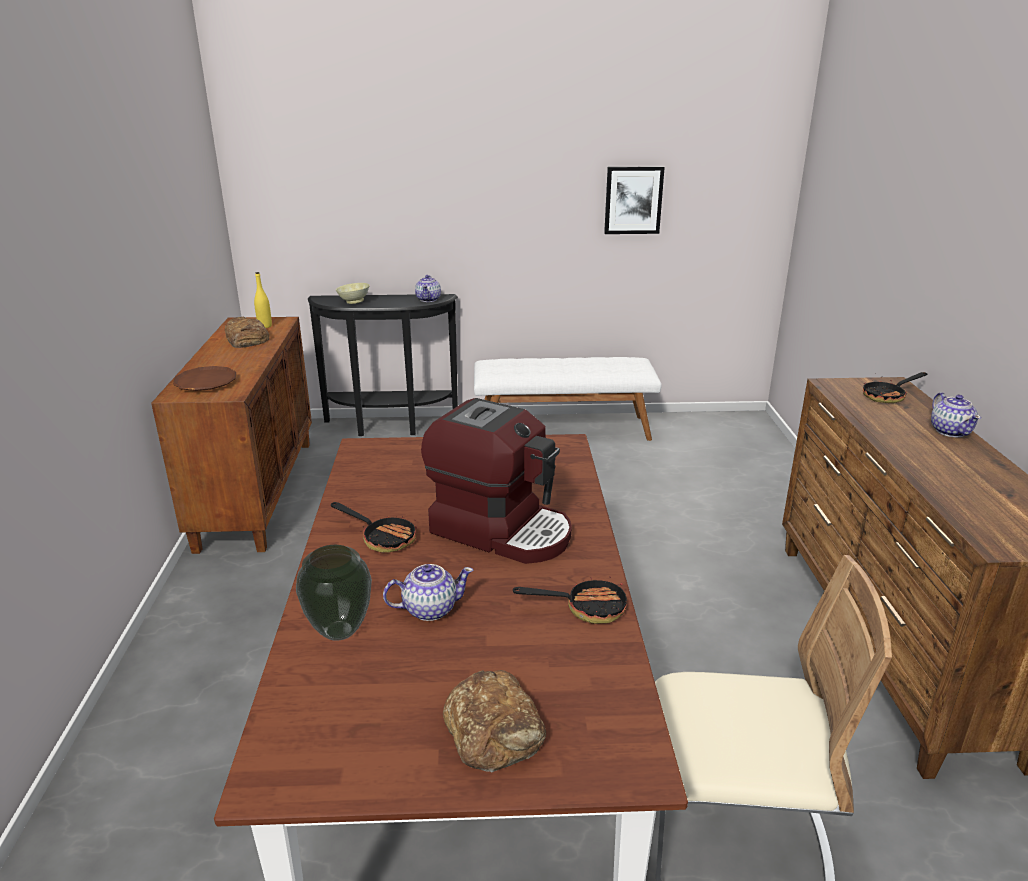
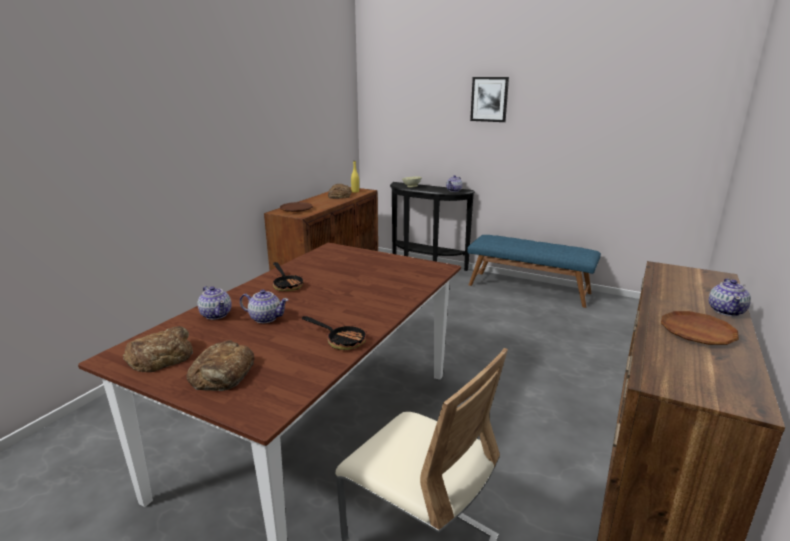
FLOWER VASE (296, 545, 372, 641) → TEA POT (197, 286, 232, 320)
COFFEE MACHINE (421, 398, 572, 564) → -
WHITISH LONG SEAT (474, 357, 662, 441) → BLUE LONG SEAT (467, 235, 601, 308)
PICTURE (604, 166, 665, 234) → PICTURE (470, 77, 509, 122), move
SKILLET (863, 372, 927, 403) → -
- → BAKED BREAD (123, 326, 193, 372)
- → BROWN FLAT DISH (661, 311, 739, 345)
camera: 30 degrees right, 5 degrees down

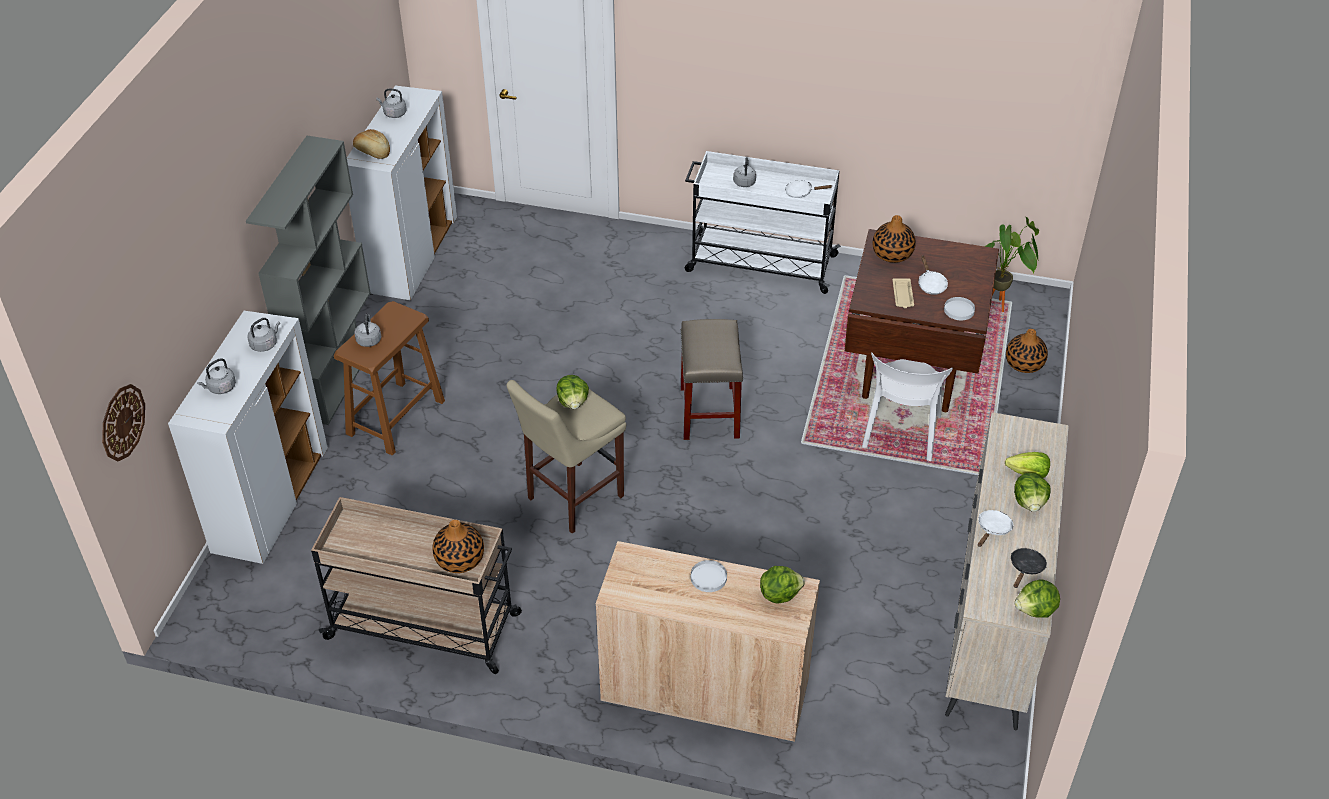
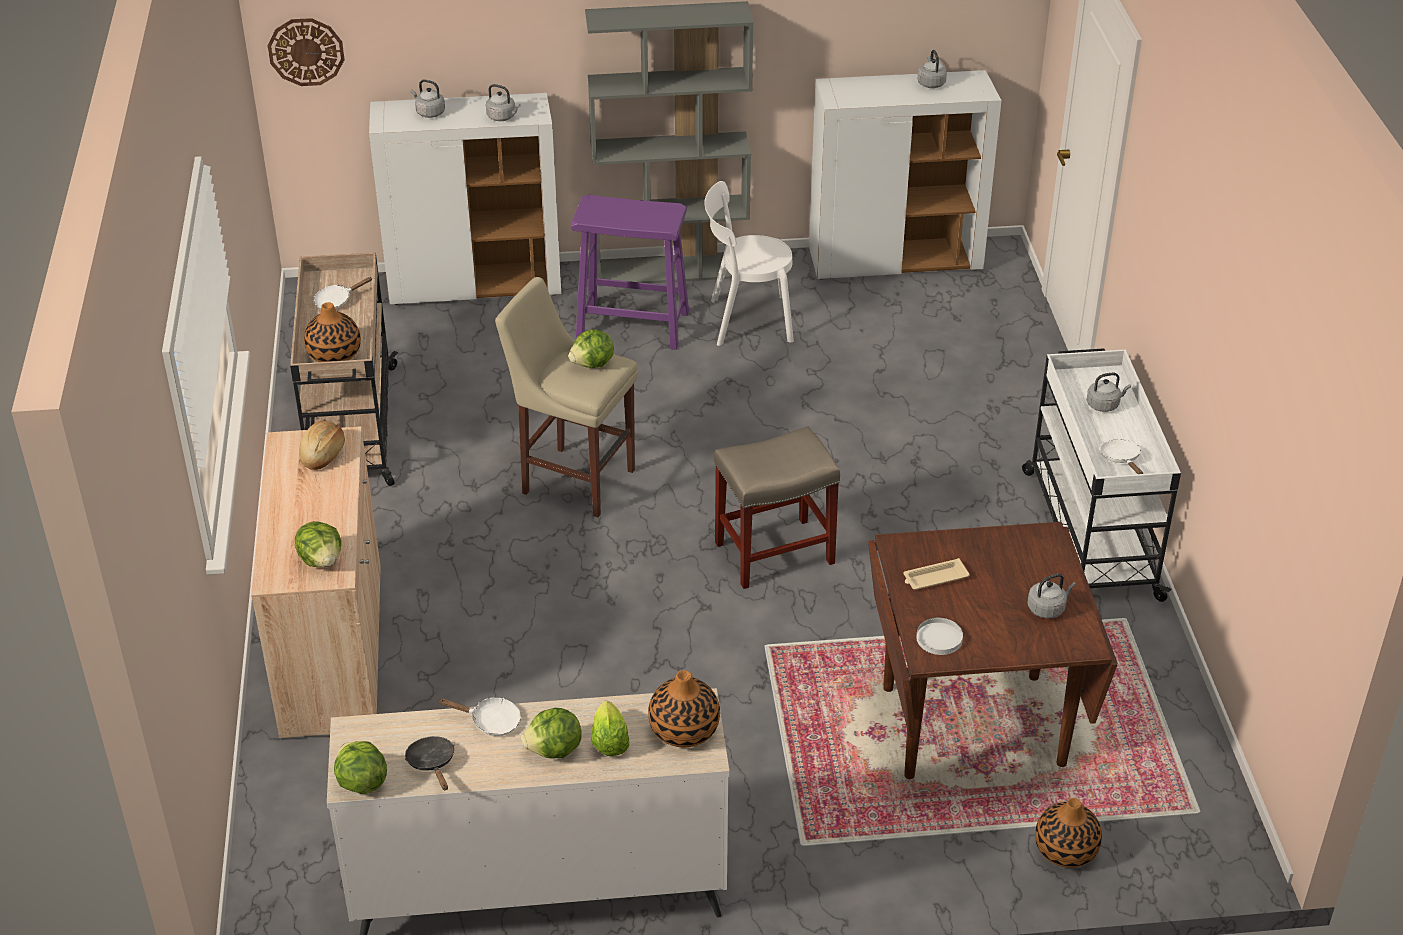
BROWN STOOL (334, 301, 445, 455) → PURPLISH STOOL (571, 195, 689, 350)
BAKED BREAD (353, 129, 390, 159) → BAKED BREAD (299, 421, 345, 470), move
GREY TEA KETTLE (354, 313, 381, 347) → GREY TEA KETTLE (1027, 573, 1076, 618), move
WHITISH FLAT DISH (691, 560, 727, 592) → -
WHITISH PLAIN CHAIR (862, 352, 953, 461) → WHITISH PLAIN CHAIR (704, 181, 794, 346), move
FLOWER VASE (873, 215, 916, 263) → FLOWER VASE (648, 670, 720, 747), move
WHITISH SKILLET (918, 255, 948, 295) → WHITISH SKILLET (314, 277, 373, 309), move
POTTED PLANT (985, 217, 1039, 312) → -
BLACK-COLOURED SKILLET (1011, 548, 1047, 588) → BLACK-COLOURED SKILLET (405, 736, 454, 790), 120 degrees counterclockwise
camera: 70 degrees right, 5 degrees down

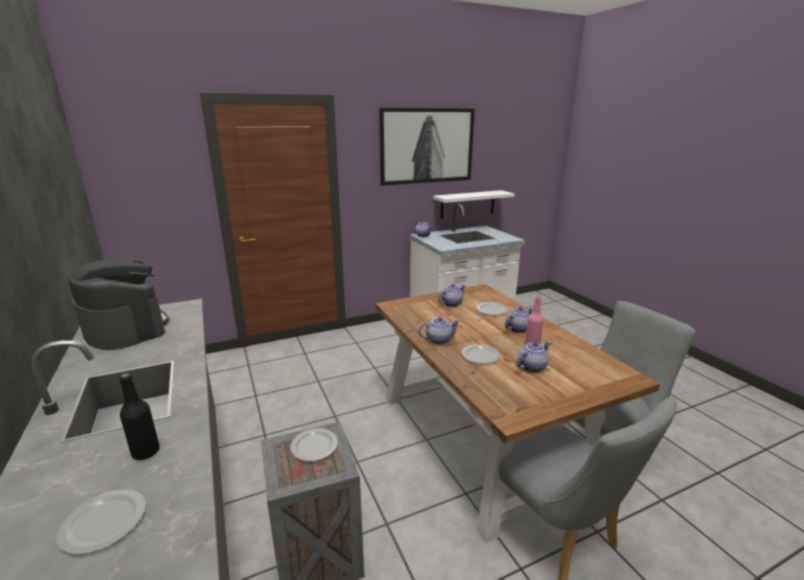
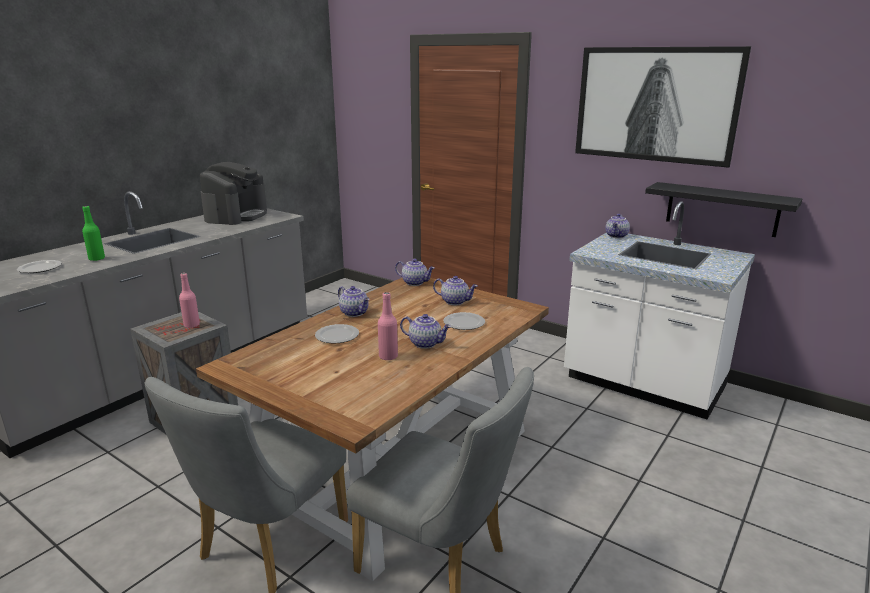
BLACK-COLOURED BEVERAGE BOTTLE (119, 373, 160, 460) → GREEN BEVERAGE BOTTLE (82, 206, 105, 261)
FLAT DISH (290, 428, 338, 462) → PINK-COLOURED BEVERAGE BOTTLE (179, 273, 200, 328)
WHITISH BRACKET SHELF (433, 190, 515, 219) → BLACK-COLOURED BRACKET SHELF (645, 182, 802, 237)
TEA POT (516, 342, 550, 373) → TEA POT (395, 259, 434, 286), move
camera: 60 degrees right, 0 degrees up

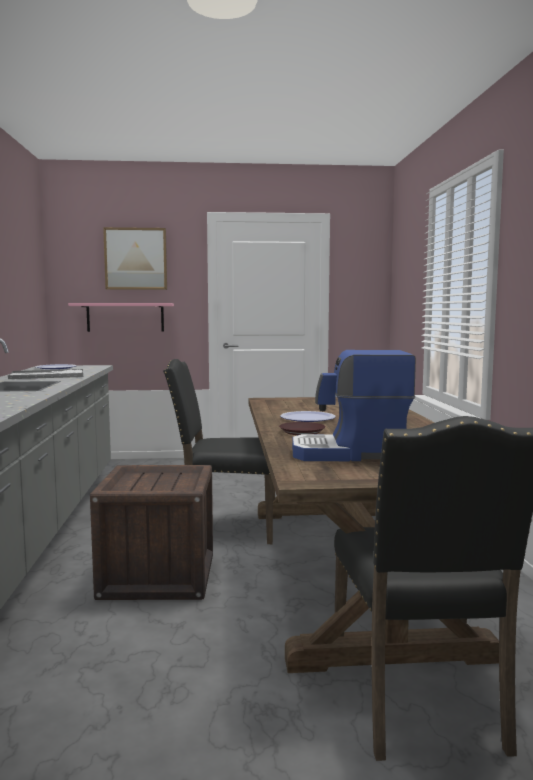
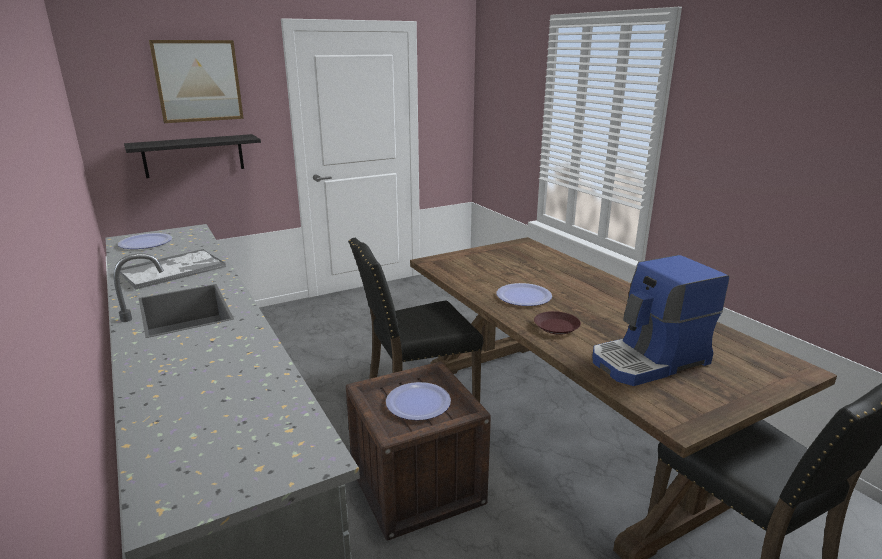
PINK-COLOURED BRACKET SHELF (68, 303, 174, 332) → BLACK-COLOURED BRACKET SHELF (124, 134, 261, 178)
- → FLAT DISH (386, 382, 451, 420)
camera: 25 degrees left, 15 degrees up

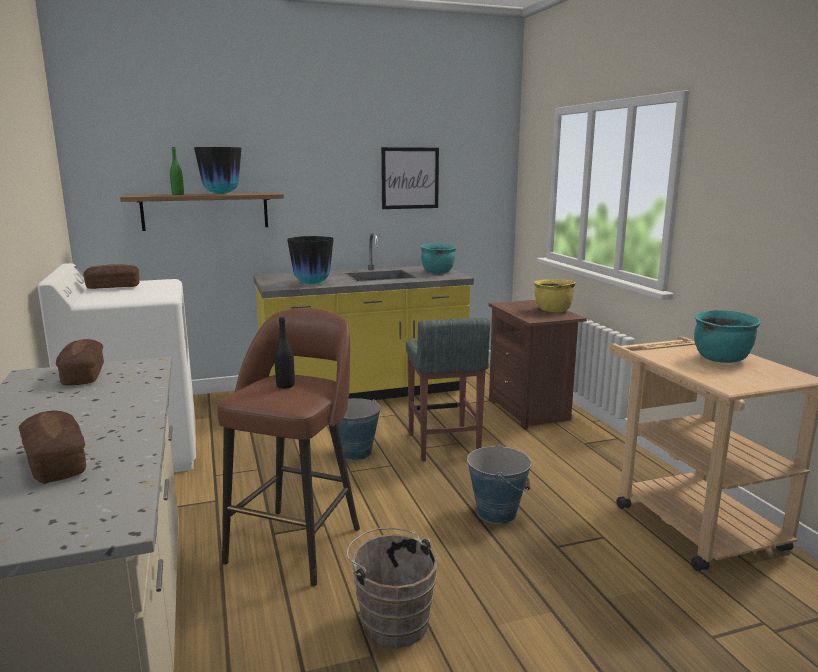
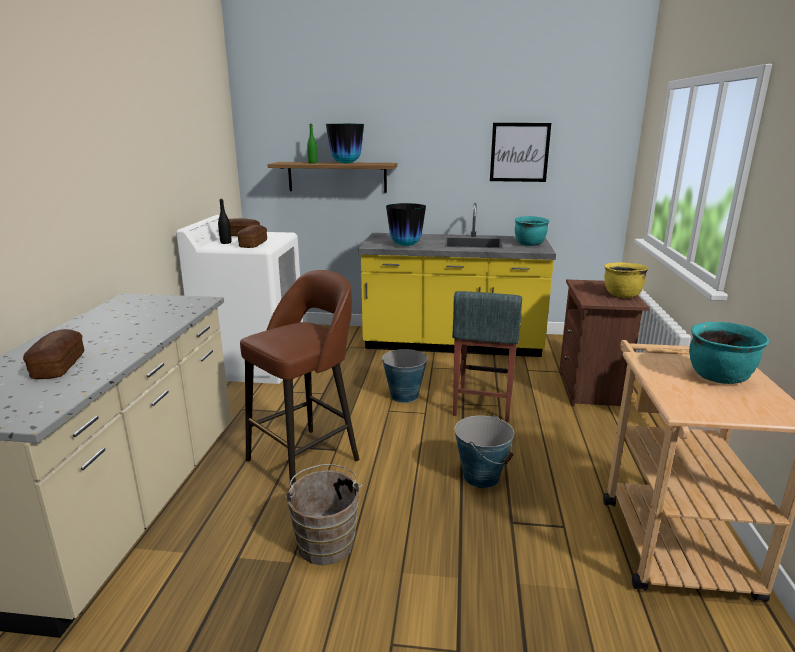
BAKED BREAD (56, 339, 104, 385) → BAKED BREAD (237, 225, 267, 248), move
BLACK-COLOURED BEVERAGE BOTTLE (274, 316, 295, 389) → BLACK-COLOURED BEVERAGE BOTTLE (218, 199, 232, 244), move
camera: 25 degrees right, 5 degrees up

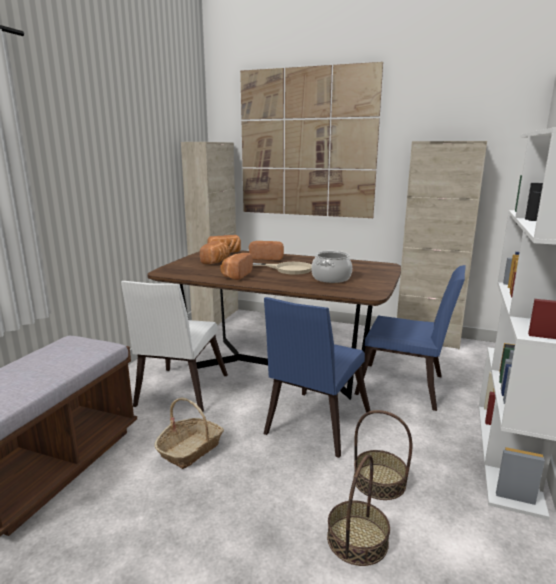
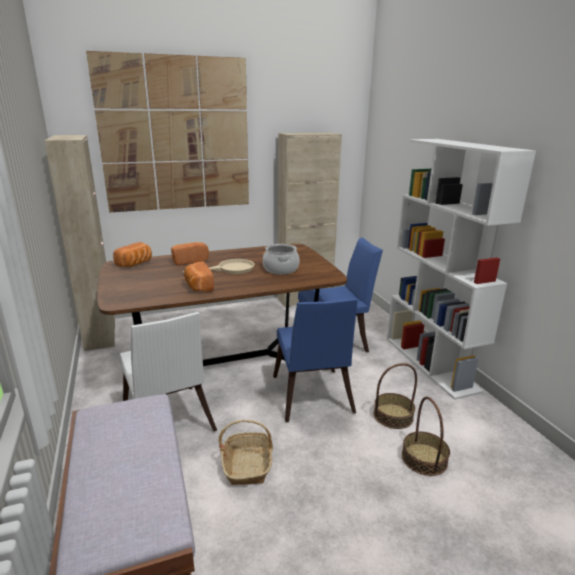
BAKED BREAD (200, 241, 230, 264) → -
camera: 40 degrees left, 5 degrees up

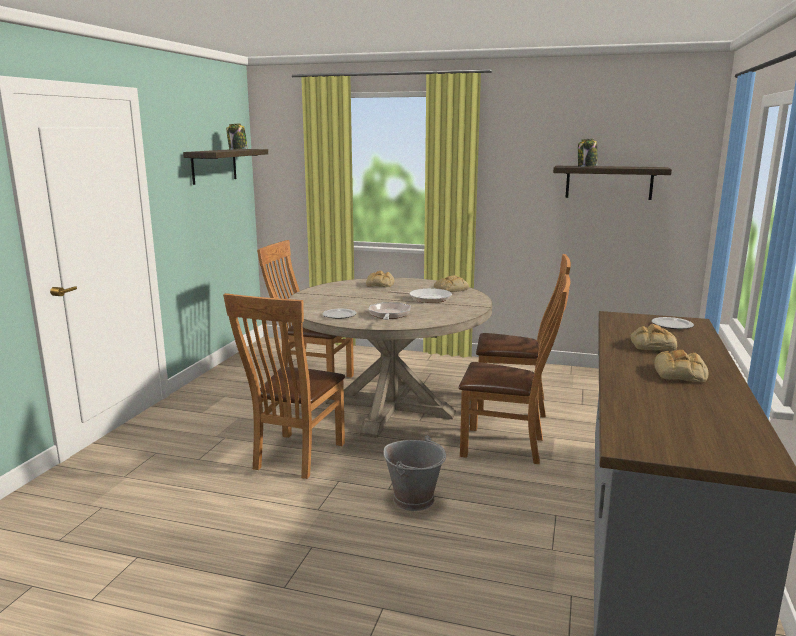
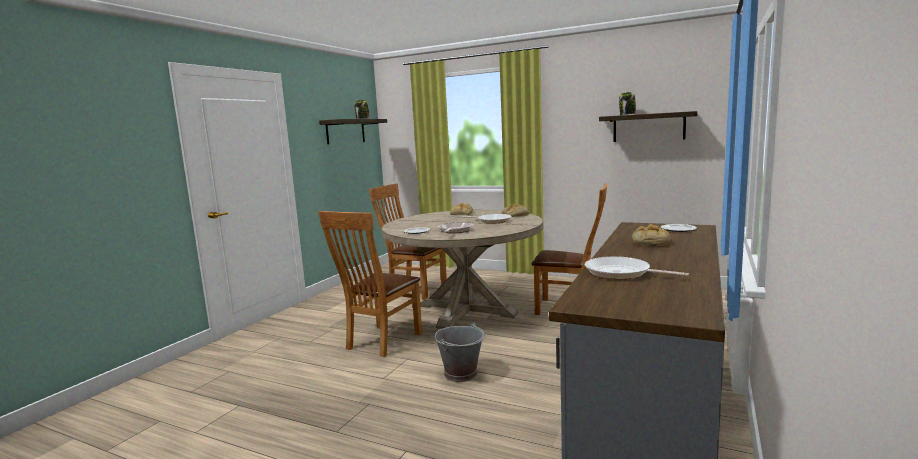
BROWN PLAIN CHAIR (459, 274, 570, 464) → -
BAKED BREAD (654, 350, 709, 382) → -
- → SKILLET (585, 256, 689, 279)
camera: 10 degrees right, 5 degrees down

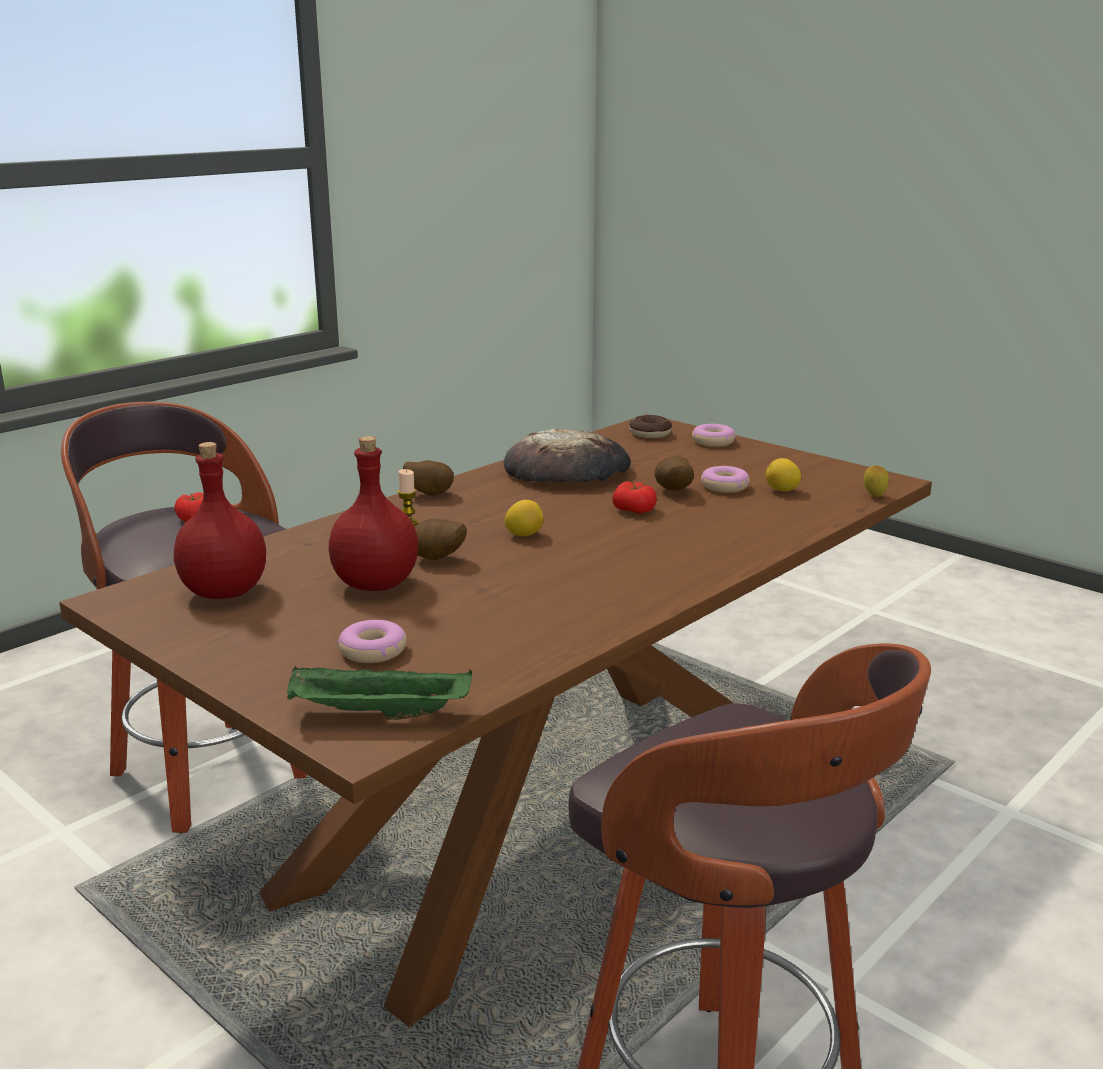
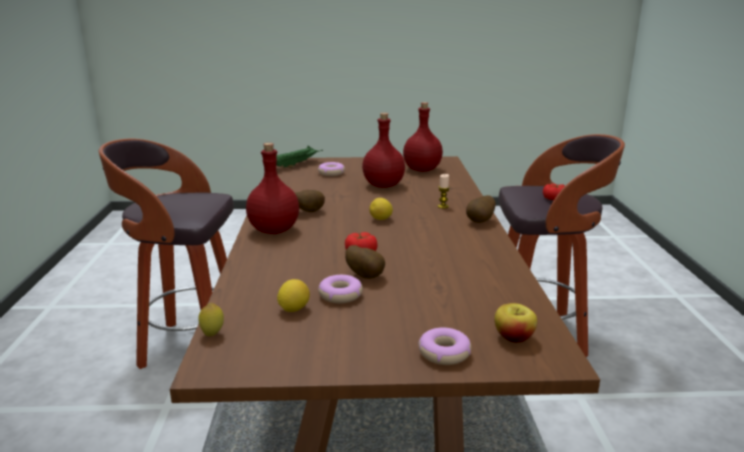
WHOLE POTATO (414, 519, 467, 560) → WHOLE POTATO (294, 190, 325, 212), move
BAKED BREAD (503, 429, 631, 483) → -
RING DOUGHNUT (629, 415, 672, 438) → WHOLE APPLE (494, 303, 537, 343)
- → RED-COLOURED BEVERAGE BOTTLE (246, 143, 299, 234)
camera: 135 degrees right, 0 degrees up

